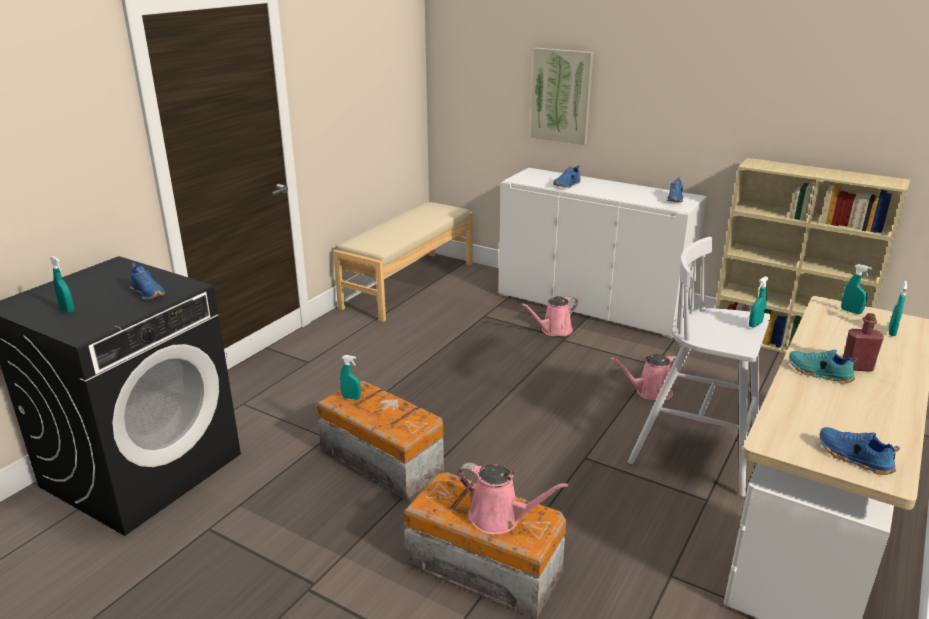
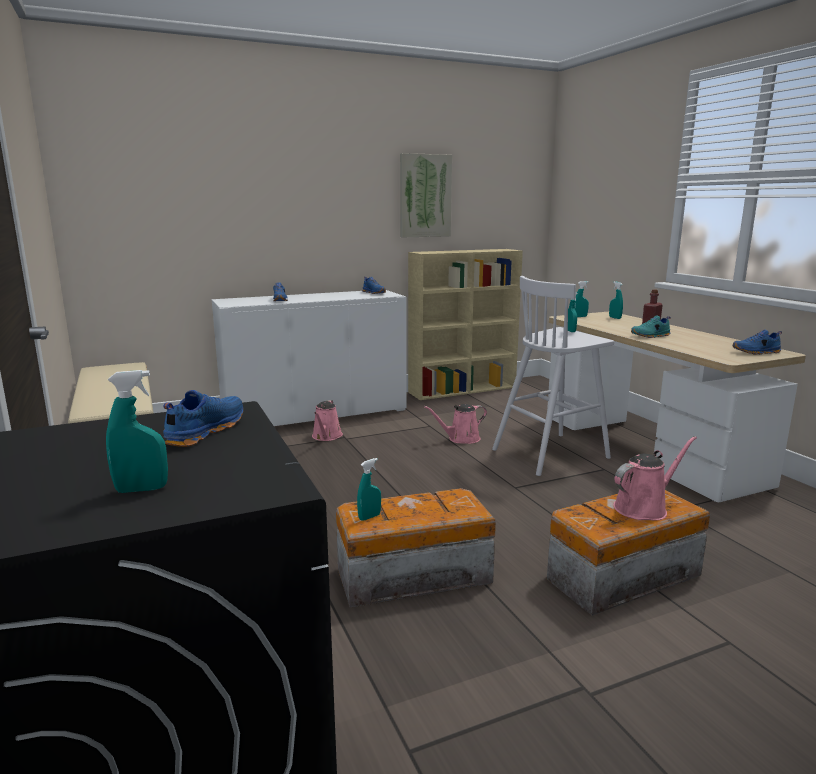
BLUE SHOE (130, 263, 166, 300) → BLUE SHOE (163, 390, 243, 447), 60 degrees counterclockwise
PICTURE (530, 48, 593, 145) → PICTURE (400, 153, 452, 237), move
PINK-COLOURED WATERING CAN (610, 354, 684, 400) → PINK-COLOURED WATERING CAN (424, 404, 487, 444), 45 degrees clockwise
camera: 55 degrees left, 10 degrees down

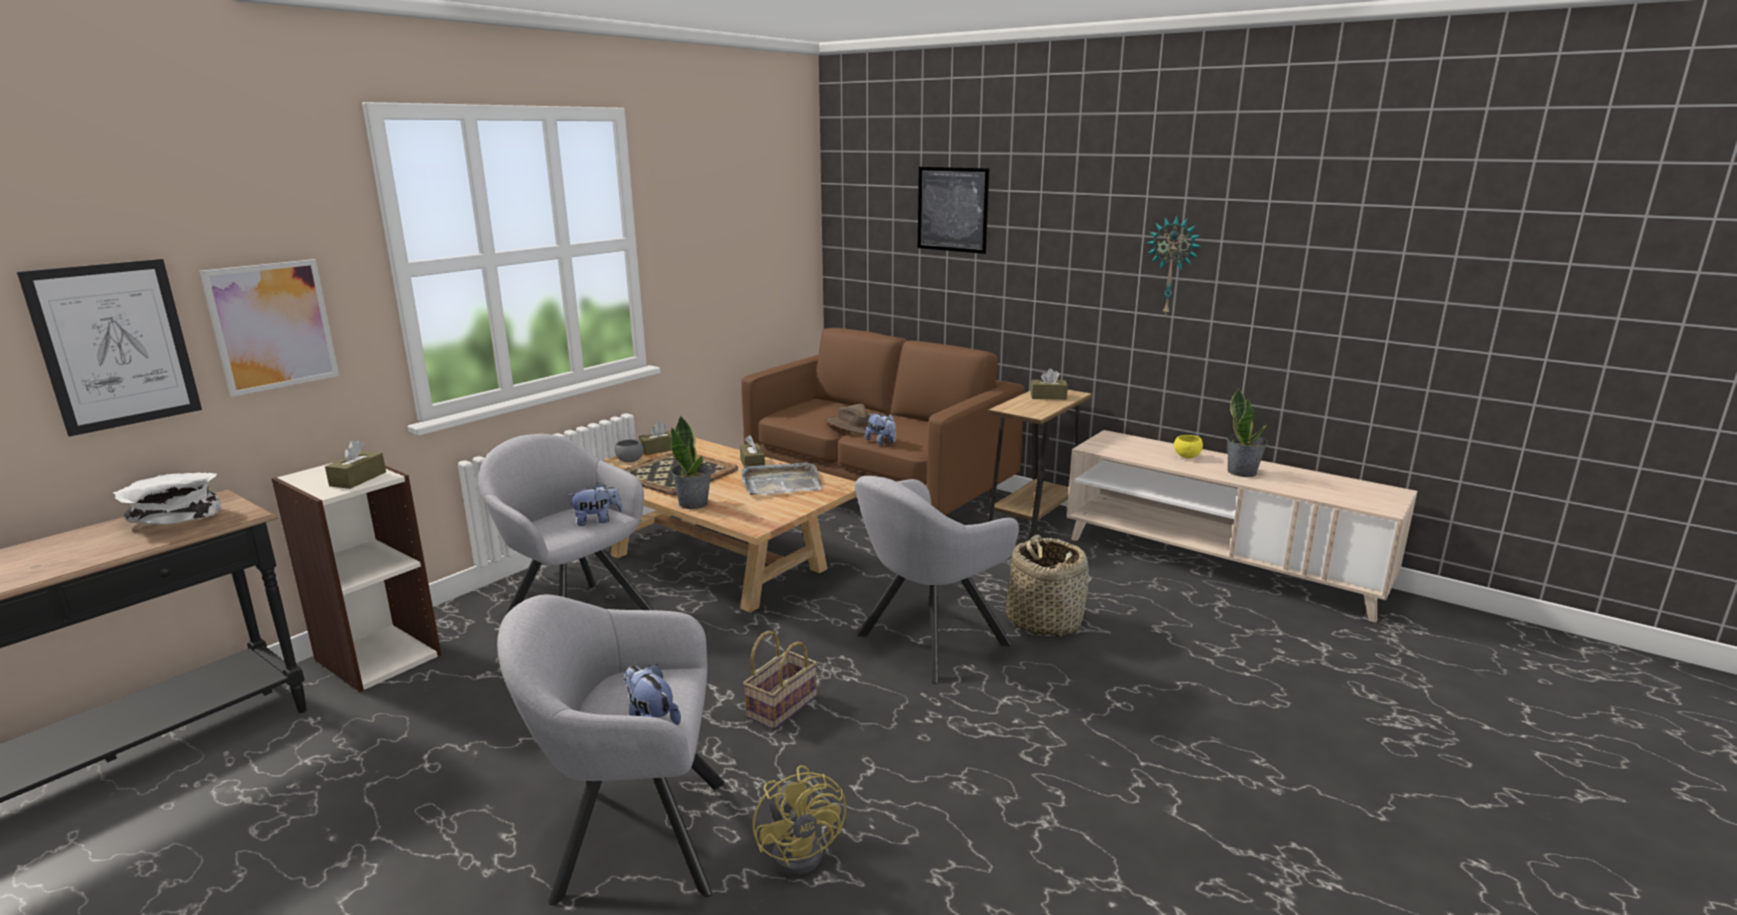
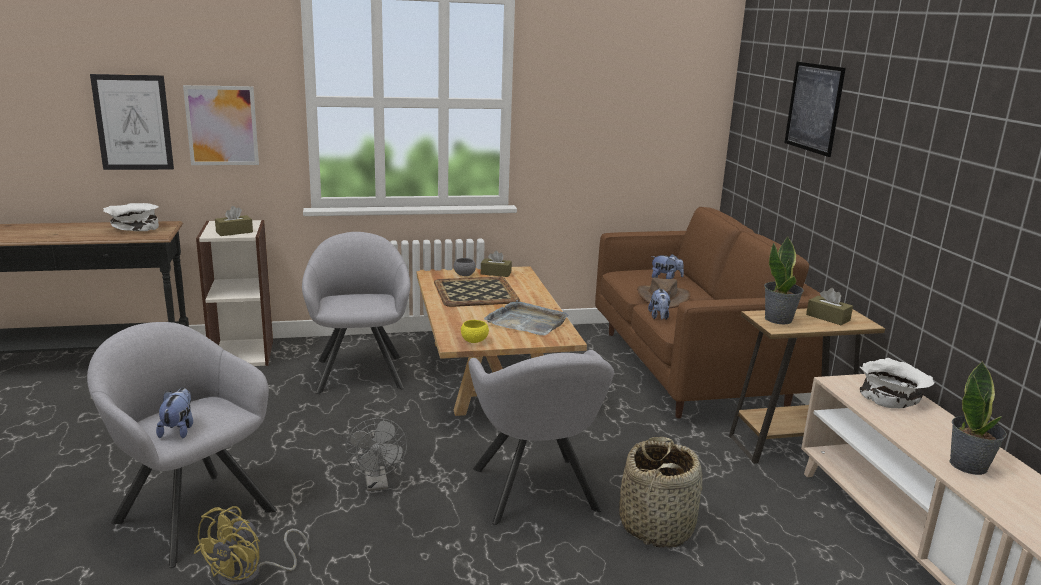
CUDDLY TOY (567, 483, 623, 526) → CUDDLY TOY (651, 254, 684, 279), move
POTTED PLANT (671, 415, 712, 509) → POTTED PLANT (764, 236, 804, 324), move
BROWN TISSUE BOX (740, 435, 765, 468) → -
STORAGE BASKET (743, 631, 817, 730) → GREY ELECTRIC FAN (345, 418, 407, 491)
GREY LOUNGE CHAIR (855, 476, 1019, 684) → GREY LOUNGE CHAIR (468, 350, 614, 525), 105 degrees counterclockwise
WALL CLOCK (1146, 216, 1202, 317) → -
YELLOW-COLOURED BOWL (1174, 435, 1203, 458) → YELLOW-COLOURED BOWL (461, 320, 489, 343), move
- → WHITISH BOWL (859, 358, 934, 408)
camera: 40 degrees right, 0 degrees up

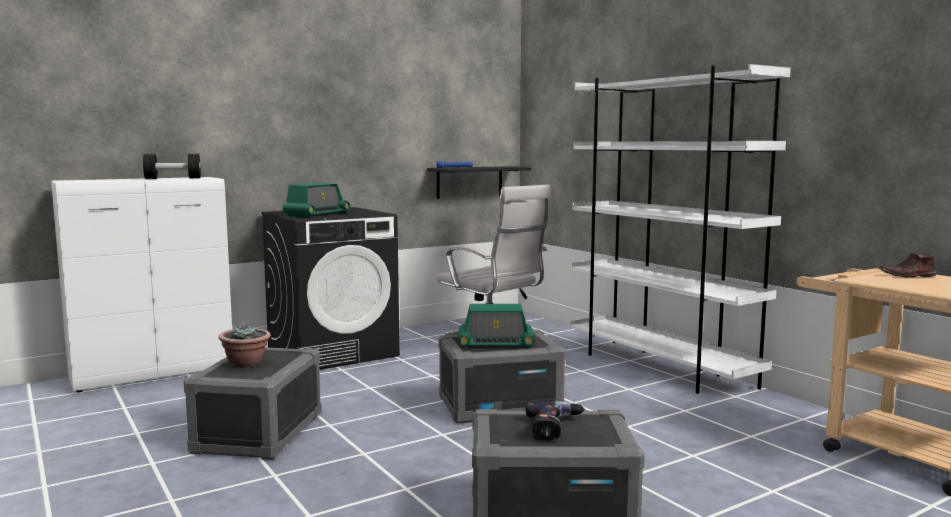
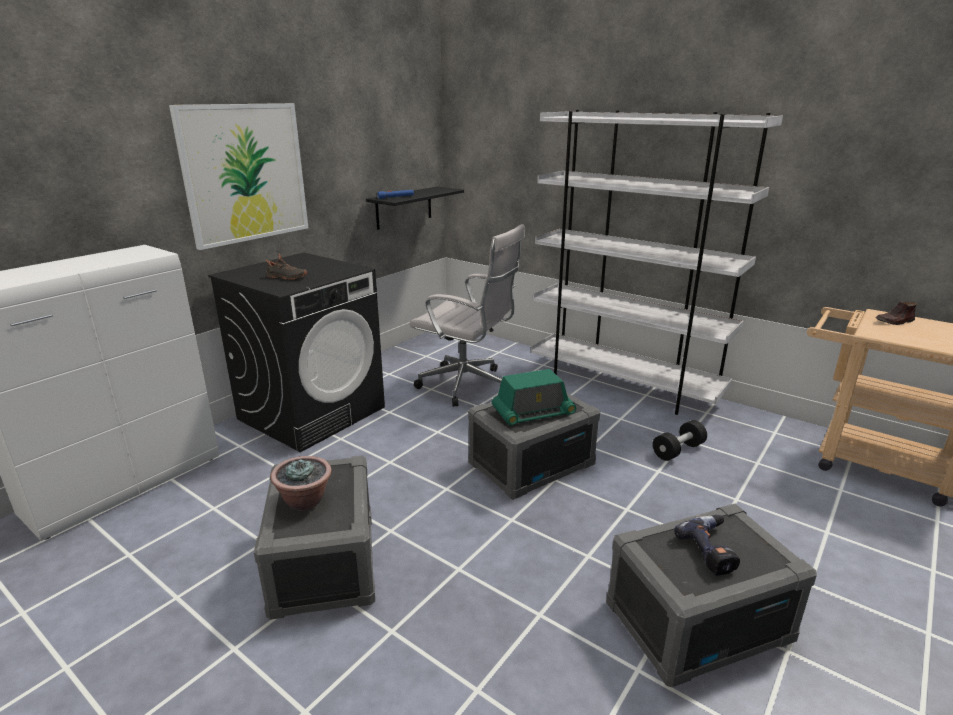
BLACK-COLOURED HAND WEIGHT (143, 154, 201, 179) → BLACK-COLOURED HAND WEIGHT (653, 420, 707, 461), move
RADIO RECEIVER (283, 183, 350, 217) → BLACK-COLOURED SHOE (266, 254, 307, 280)
- → PICTURE (169, 103, 308, 250)
camera: 20 degrees left, 15 degrees up

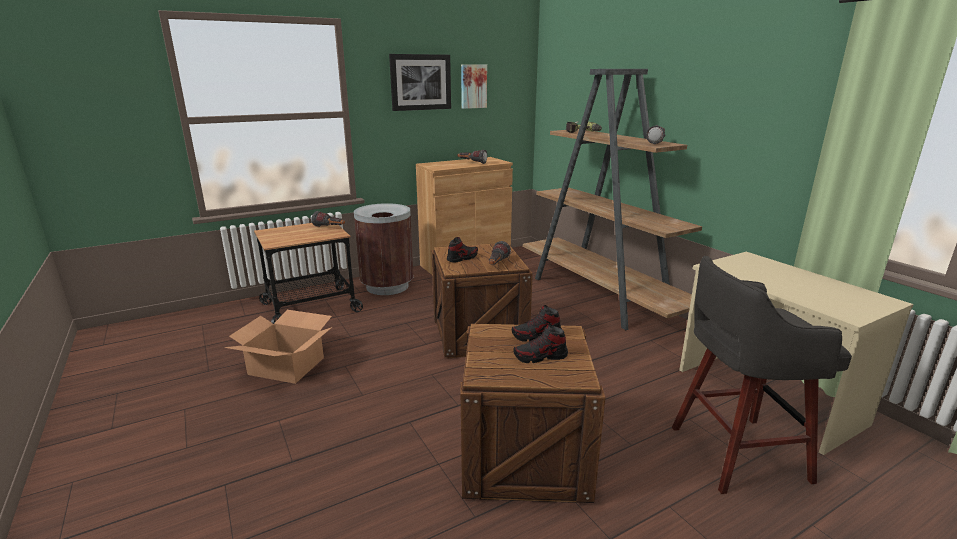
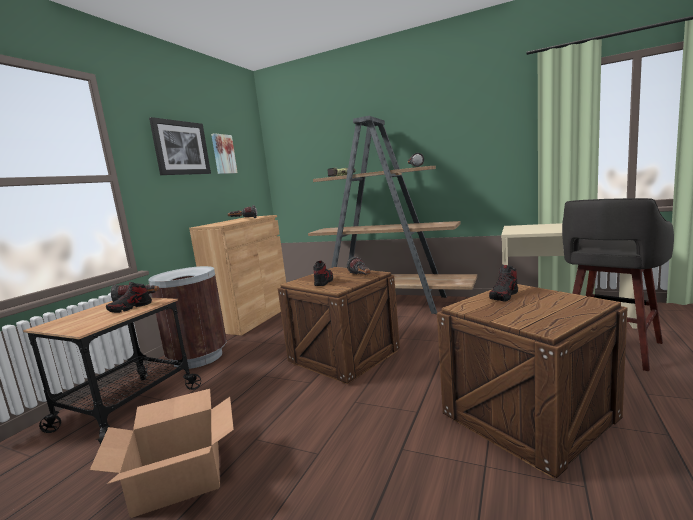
SHOE (513, 324, 568, 363) → SHOE (106, 282, 152, 313), move
camera: 35 degrees left, 10 degrees down

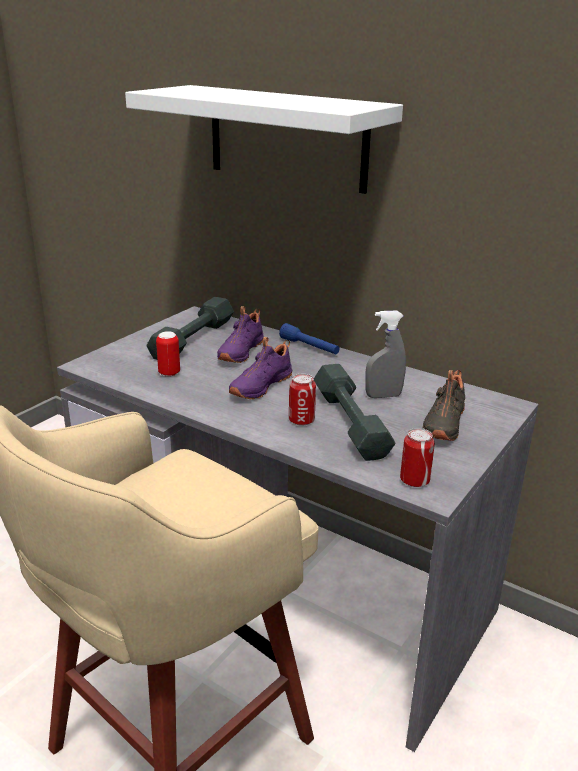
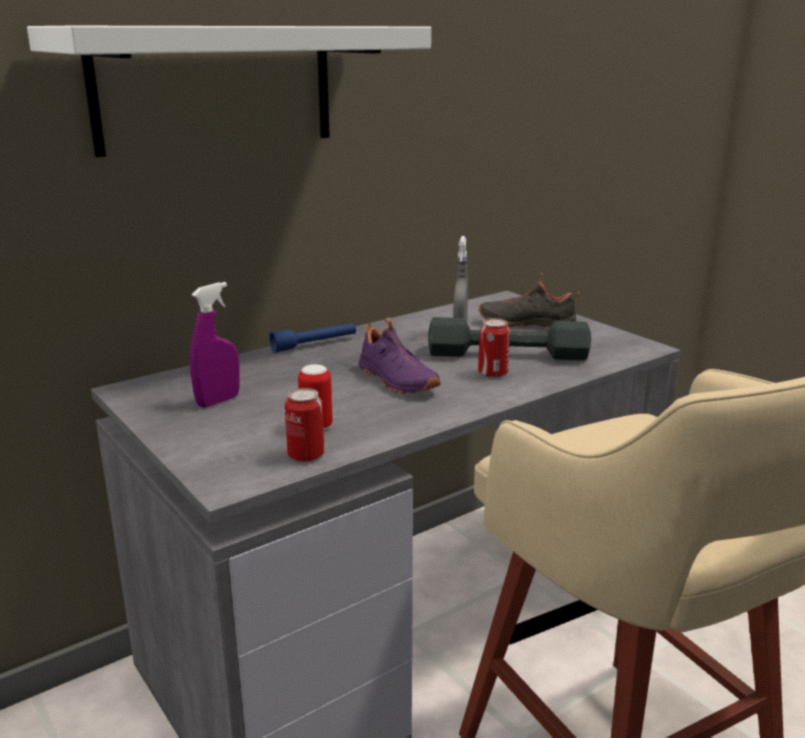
GREY HAND WEIGHT (146, 297, 234, 360) → PURPLISH HAND SPRAYER (190, 282, 240, 407)
PURPLISH SHOE (217, 306, 264, 363) → -
METAL CAN (400, 428, 435, 487) → METAL CAN (285, 388, 324, 462), move
BLACK-COLOURED SHOE (423, 370, 465, 441) → BLACK-COLOURED SHOE (479, 273, 579, 329), 150 degrees clockwise
camera: 70 degrees left, 5 degrees down

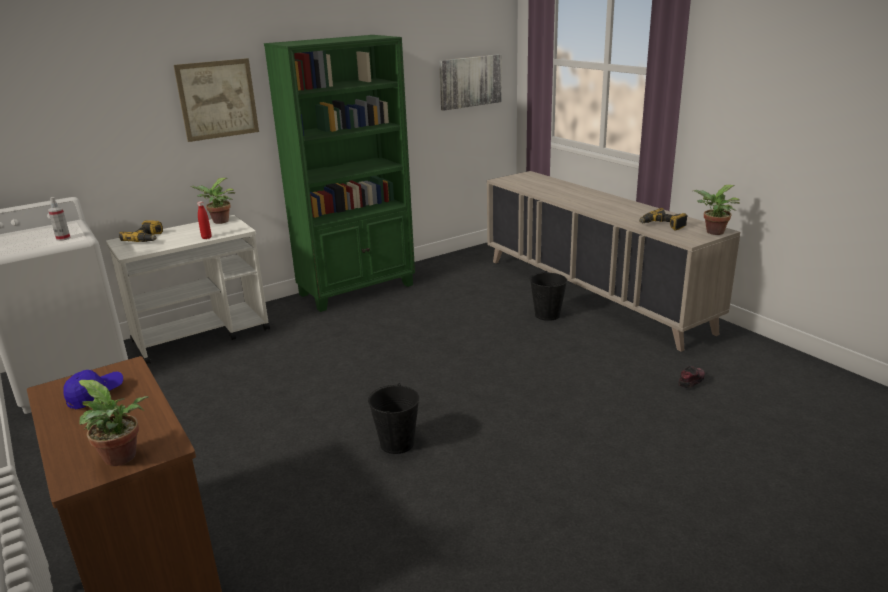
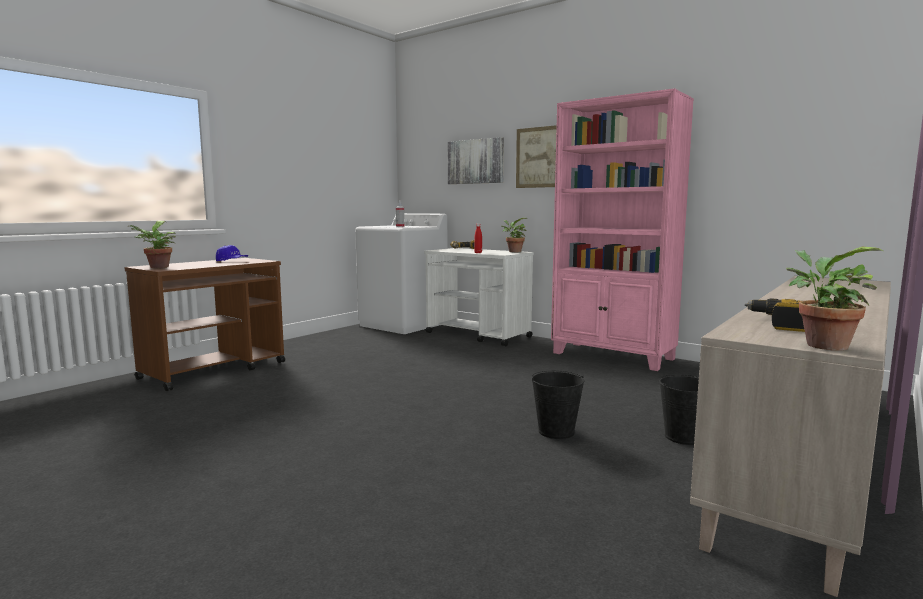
GREEN BOOKCASE (264, 35, 415, 312) → PINK-COLOURED BOOKCASE (551, 88, 694, 371)
BLACK-COLOURED WATER BUCKET (368, 383, 419, 454) → BLACK-COLOURED WATER BUCKET (532, 371, 584, 439), move
PICTURE (439, 54, 502, 111) → PICTURE (448, 137, 504, 184), move
SHOE (679, 366, 705, 388) → -
camera: 70 degrees right, 15 degrees down

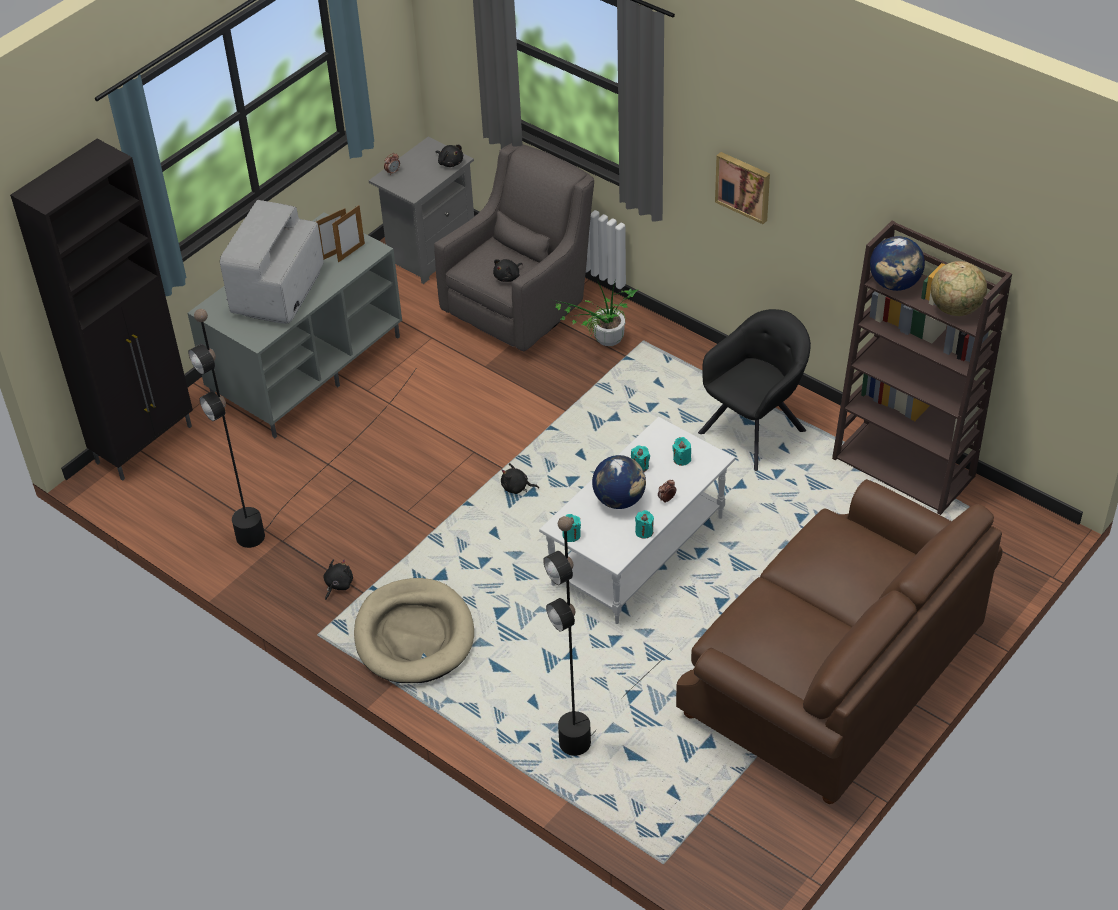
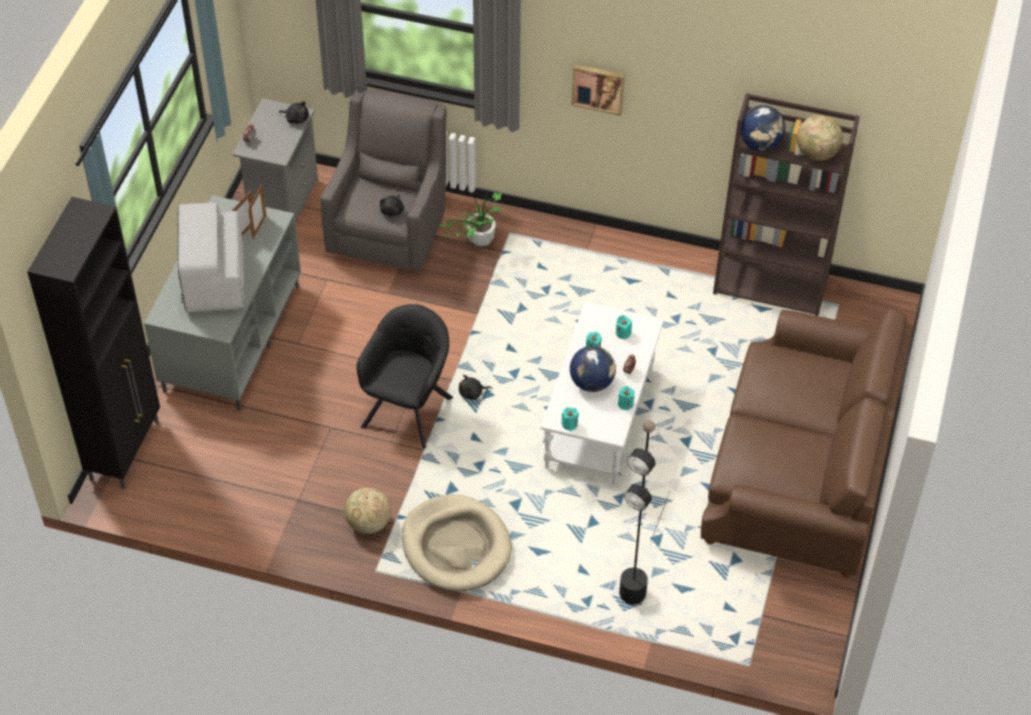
BLACK-COLOURED STANDARD LAMP (188, 309, 416, 548) → -
BLACK-COLOURED CUDDLY TOY (323, 559, 353, 600) → WORLD GLOBE (344, 487, 391, 534)
BLACK-COLOURED LOUNGE CHAIR (698, 309, 811, 471) → BLACK-COLOURED LOUNGE CHAIR (356, 304, 453, 449), move
camera: 25 degrees left, 5 degrees up

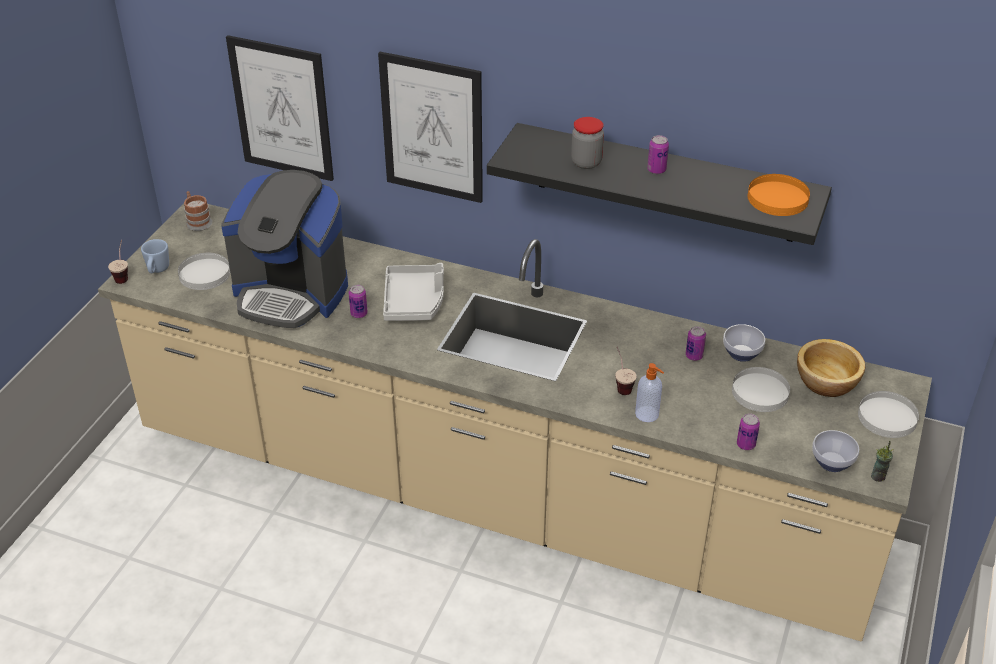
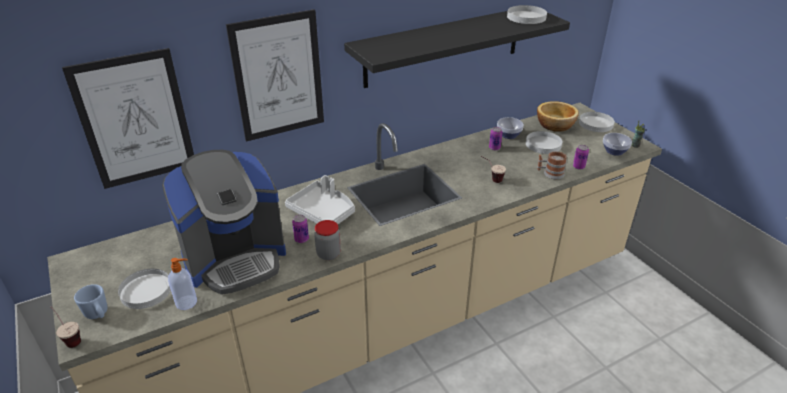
MUG (184, 191, 212, 231) → MUG (537, 151, 567, 180), move
PRESERVE JAR (571, 117, 604, 169) → PRESERVE JAR (314, 220, 341, 260), move
SOAP BOTTLE (635, 363, 664, 422) → SOAP BOTTLE (168, 258, 197, 310), move
METAL CAN (647, 135, 669, 174) → -
ORANGEY FLAT DISH (748, 174, 810, 216) → WHITISH FLAT DISH (507, 5, 547, 24)
camera: 50 degrees left, 5 degrees down

